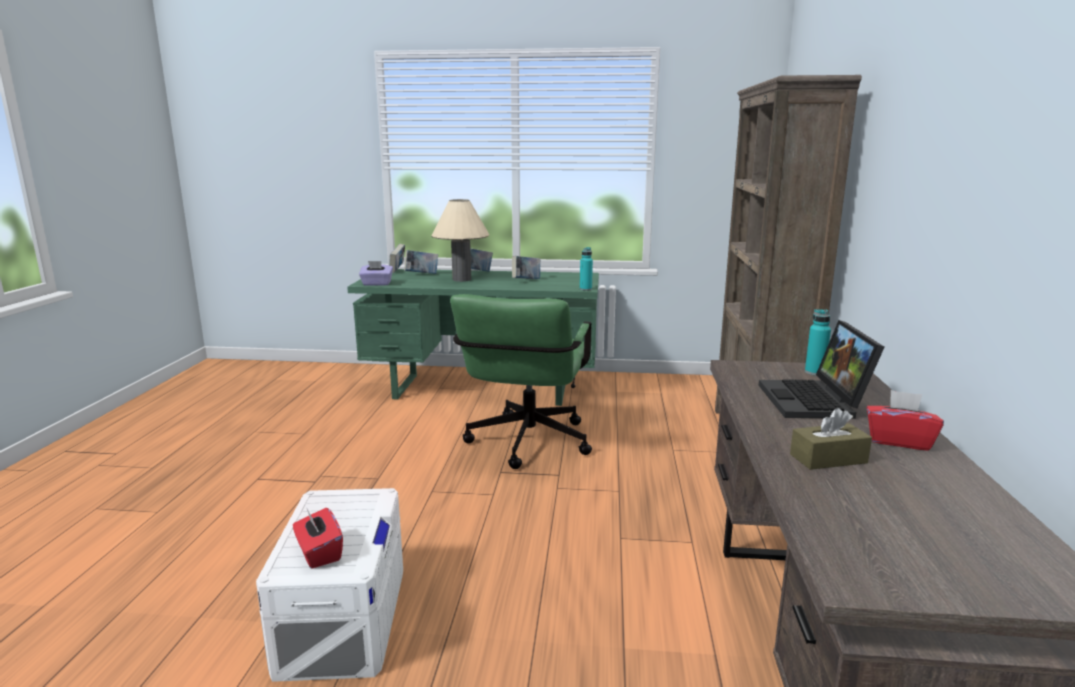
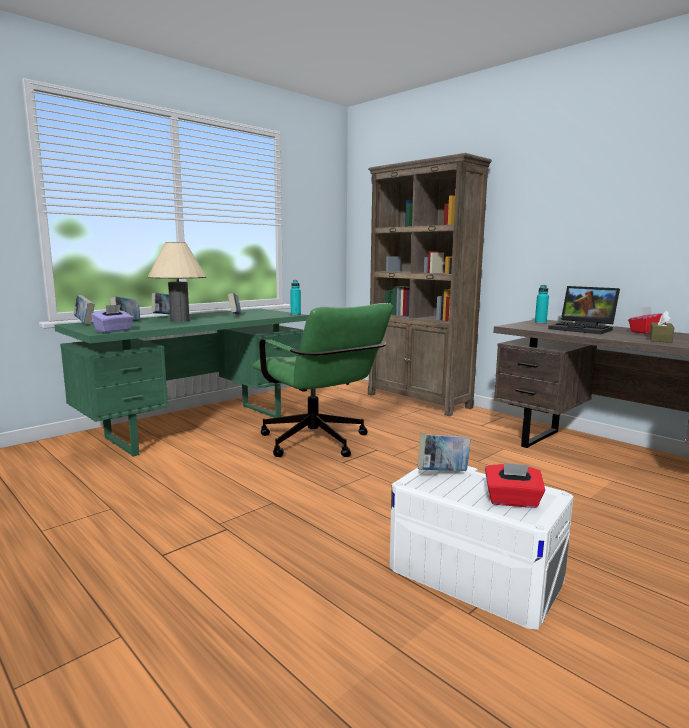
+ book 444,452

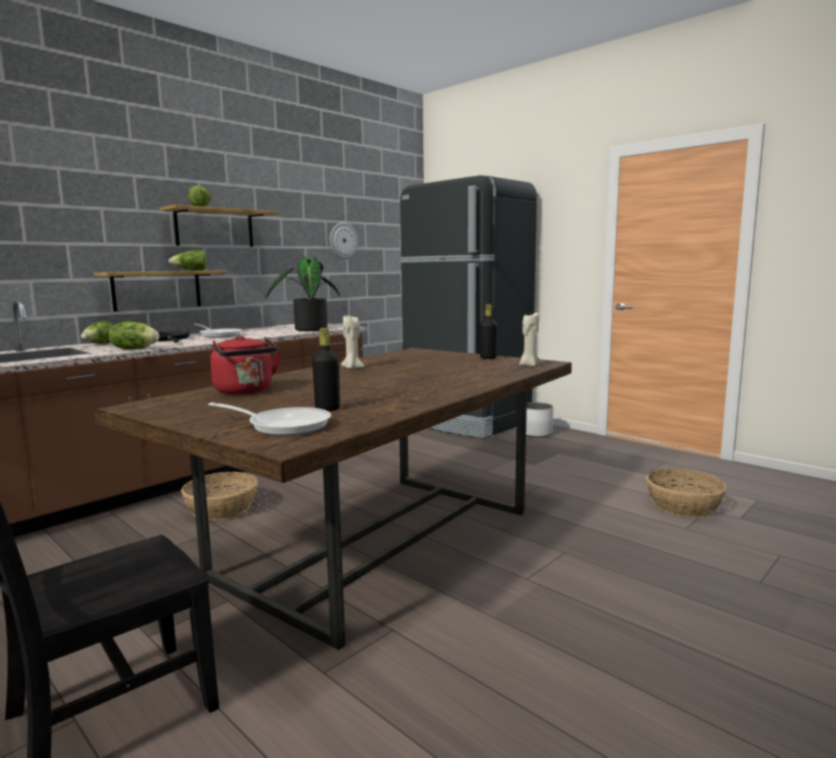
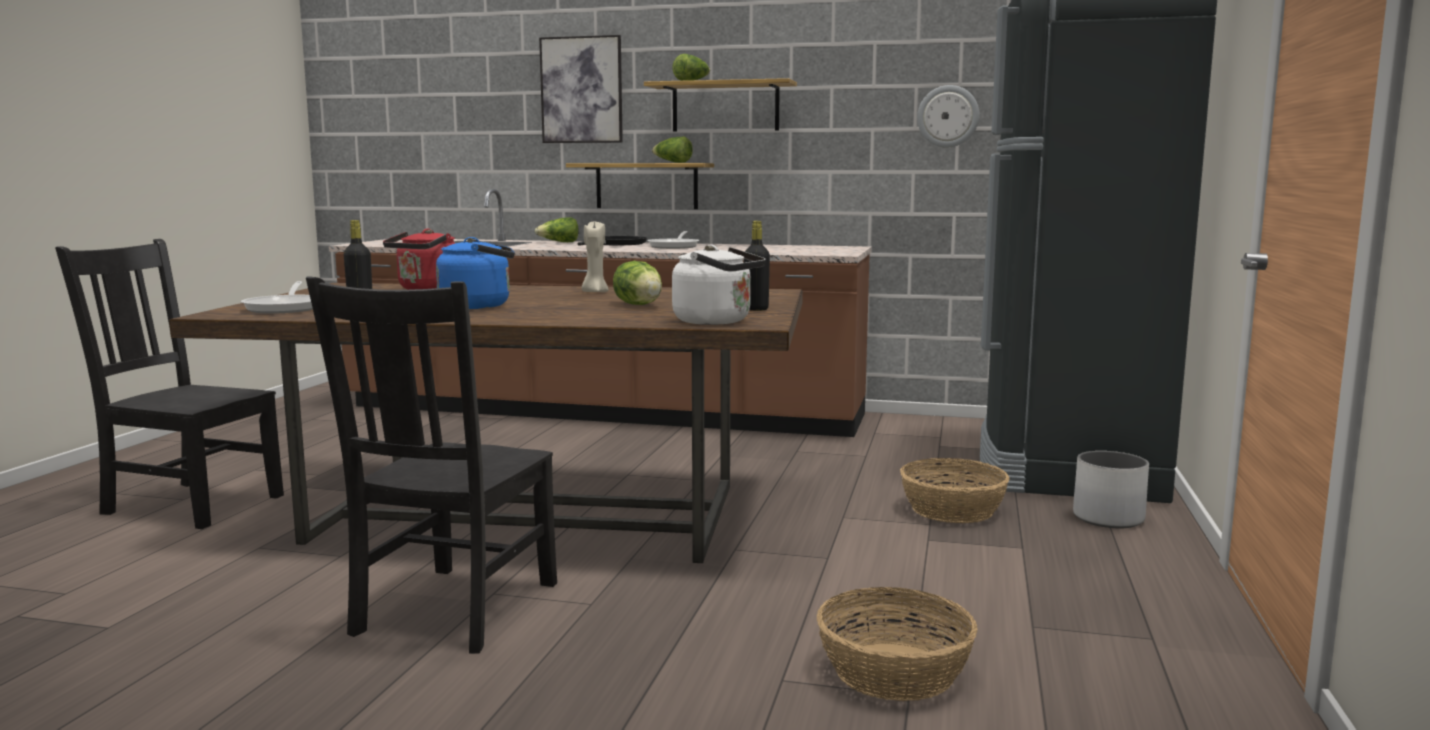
- potted plant 302,294
+ black chair 431,465
+ blue kettle 475,273
+ picture 581,89
~ lettuce 134,335 to 637,283
~ basket 219,496 to 955,490
~ beige candle 530,340 to white kettle 719,285

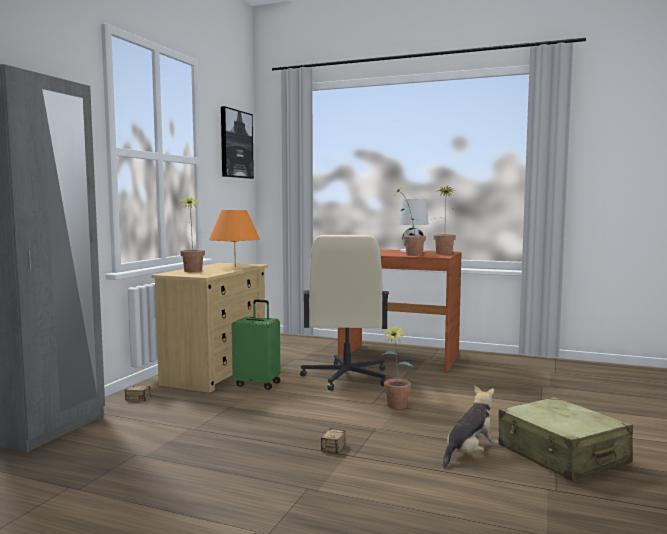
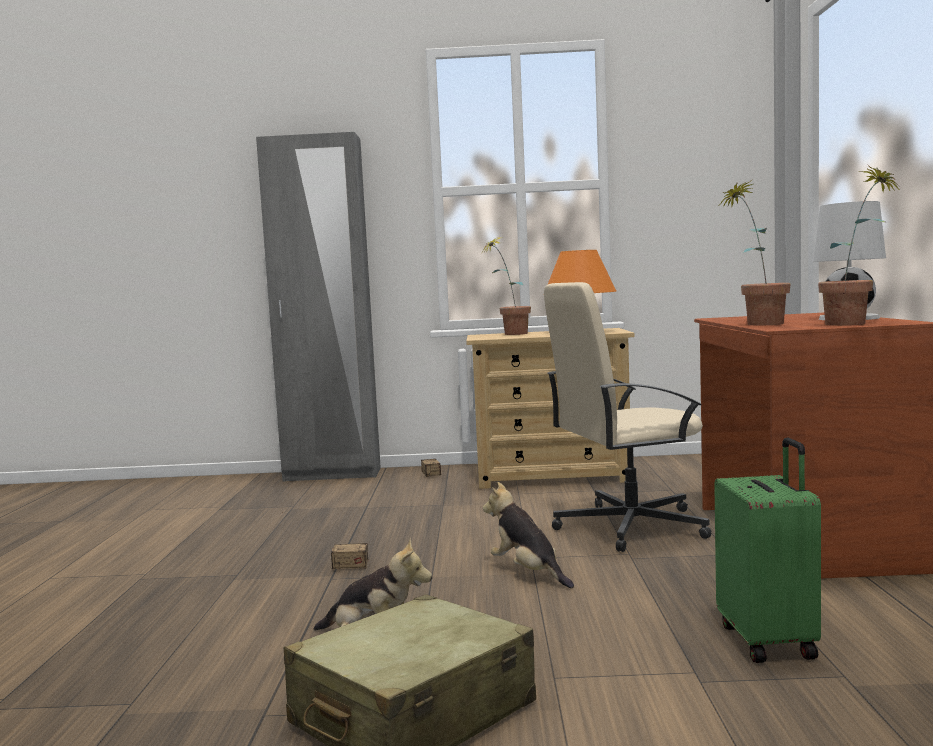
- picture 237,142
~ green suitcase 256,344 to 767,550
~ potted plant 398,366 to plush toy 528,535

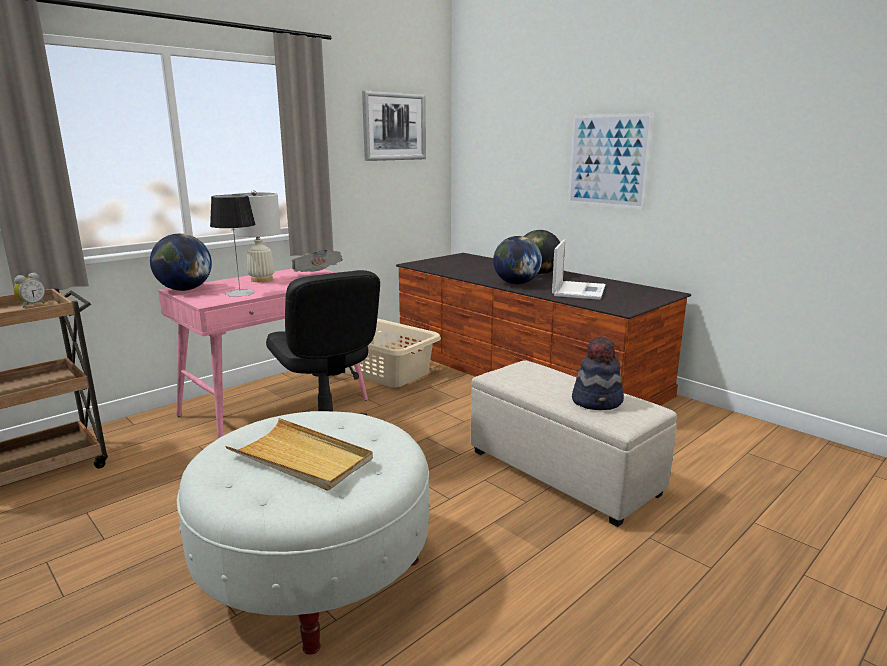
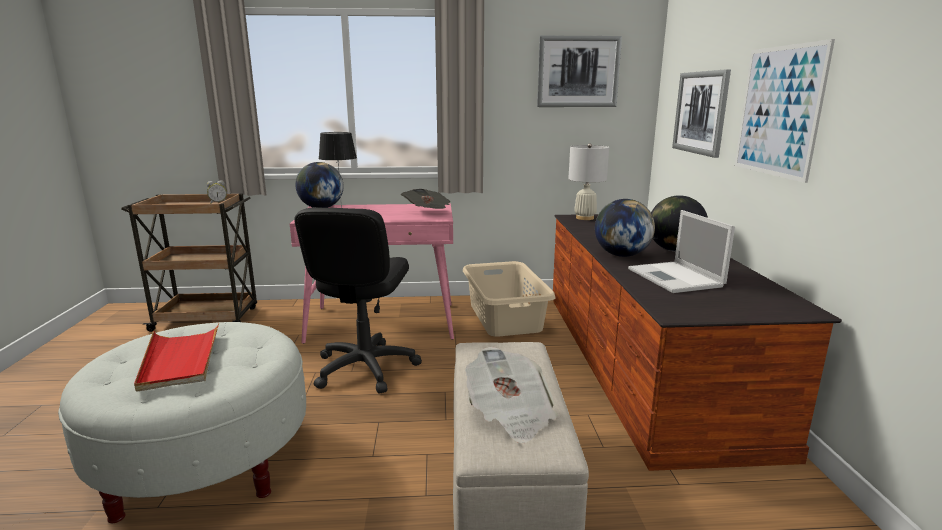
+ picture 701,113
~ white table lamp 256,236 to 588,181
~ hat 598,373 to newspaper 511,395
~ beige tray 299,454 to red tray 176,357
~ laptop 579,269 = 681,251 105 degrees clockwise

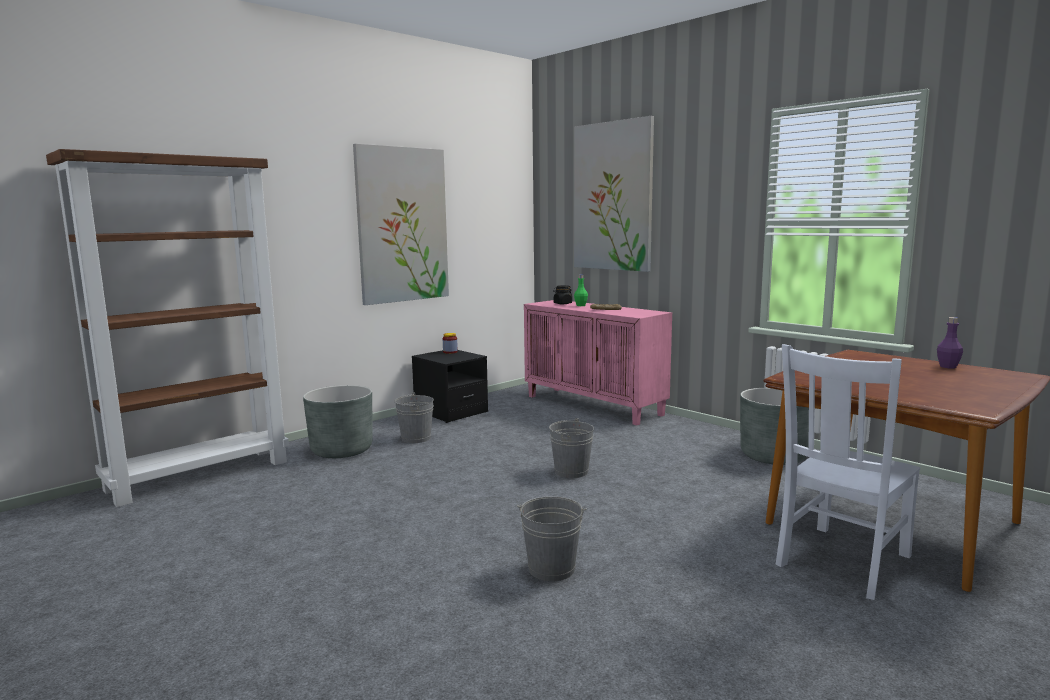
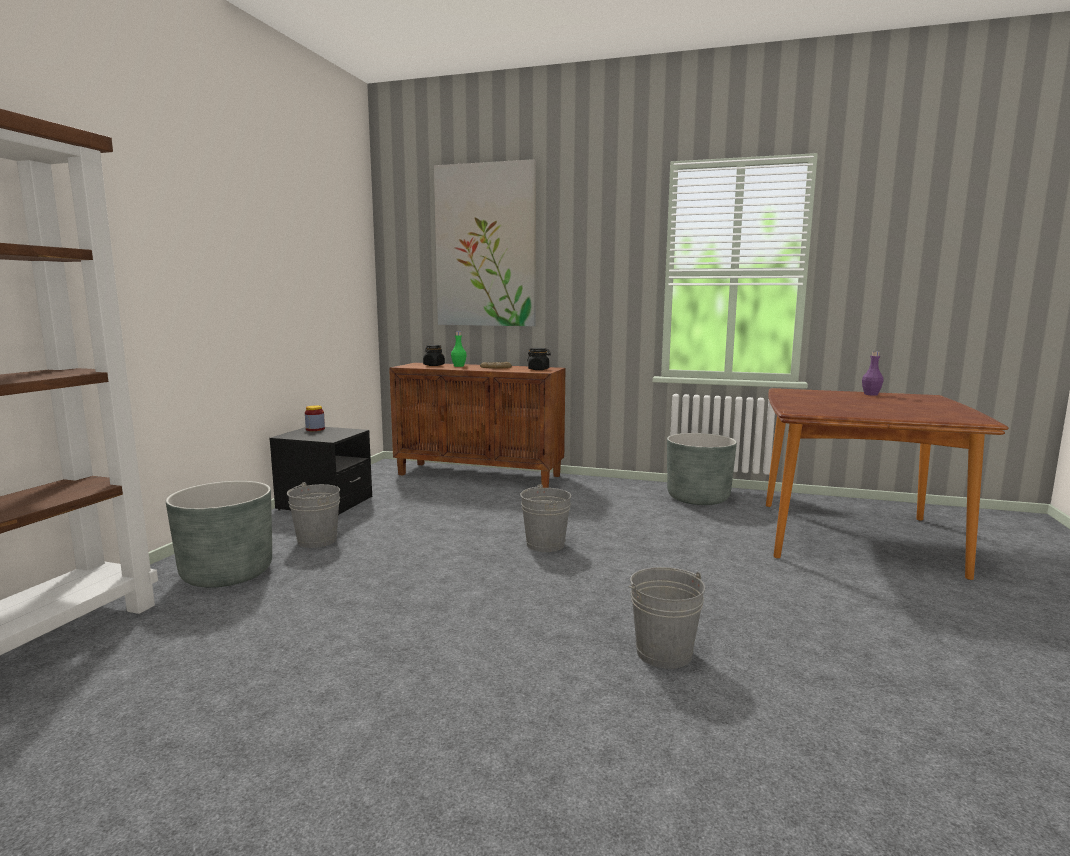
- picture 401,224
- white chair 848,472
+ black jar 539,359
~ pink cabinet 598,362 to brown cabinet 477,425

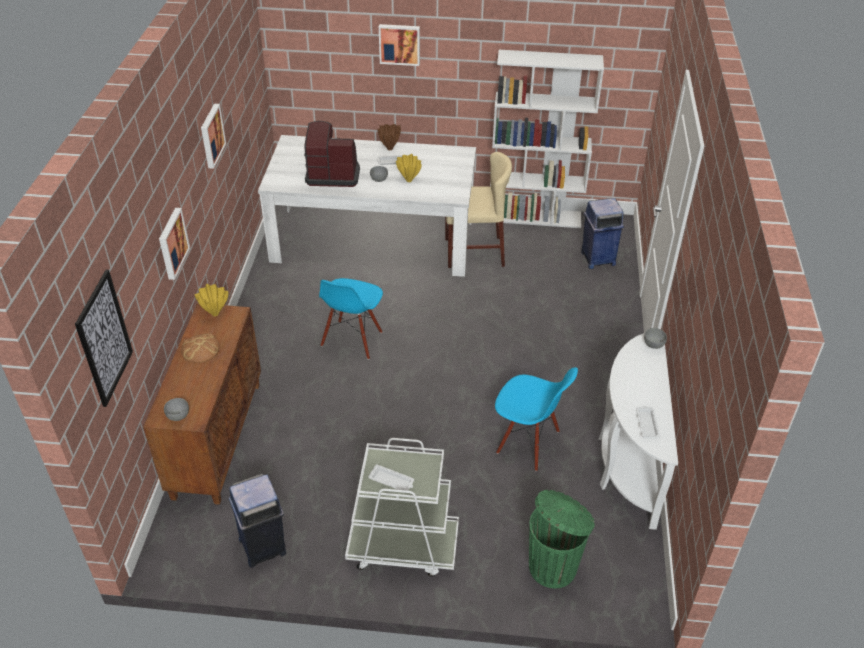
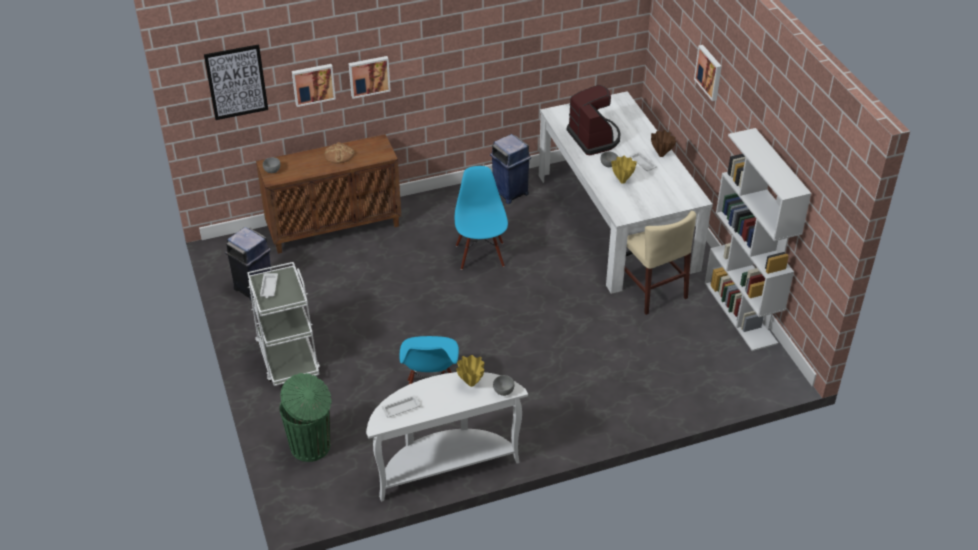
~ yellow vase 211,300 to 470,371
~ picture 213,136 to 314,85
~ blue trash can 602,233 to 510,169
~ blue chair 351,319 = 481,218 90 degrees clockwise

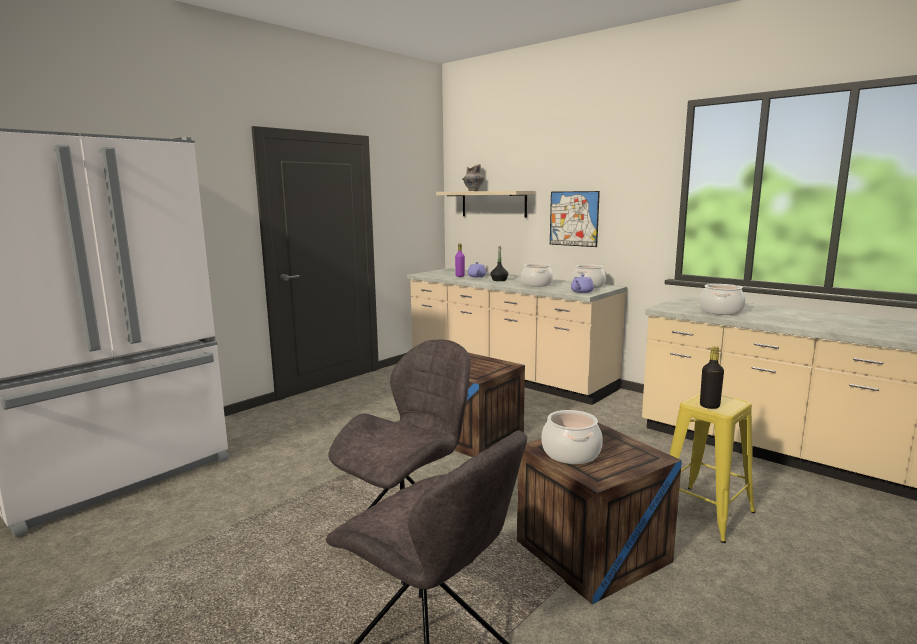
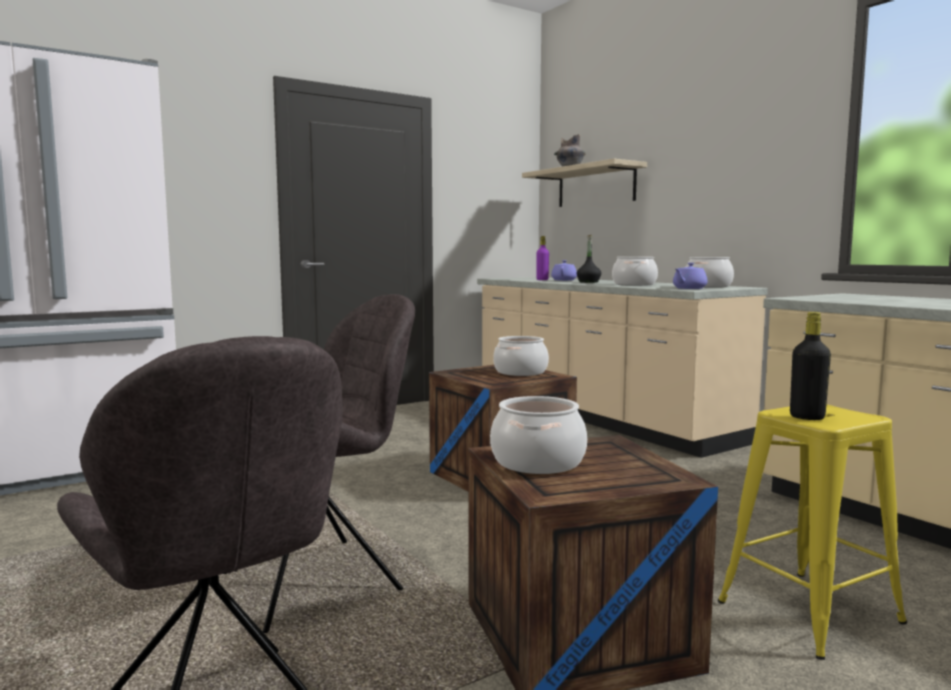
- picture 575,219
~ cooking pot 722,299 to 521,356

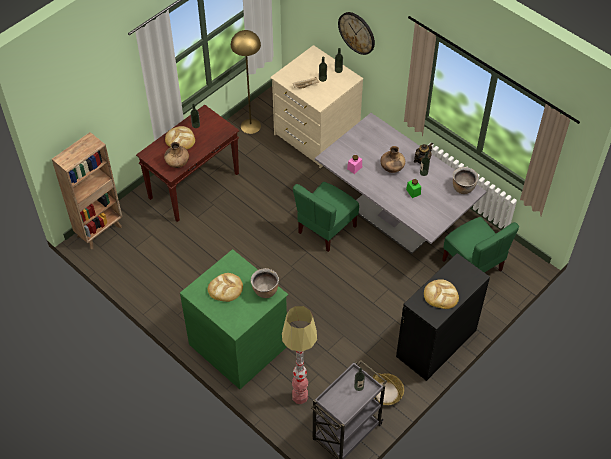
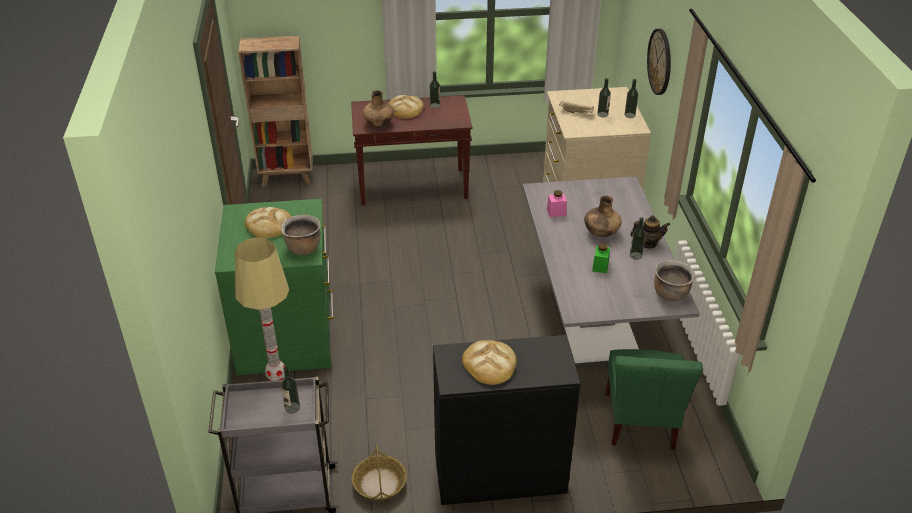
- yellow floor lamp 246,82
- green chair 326,217

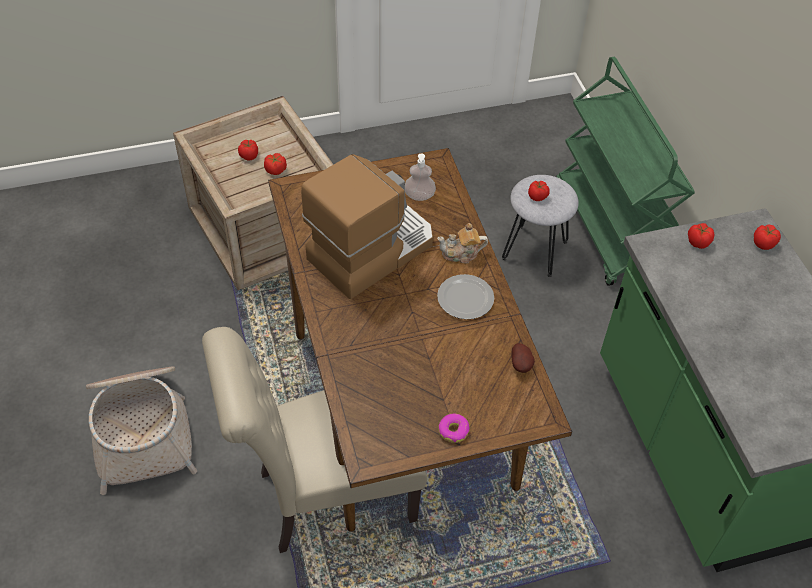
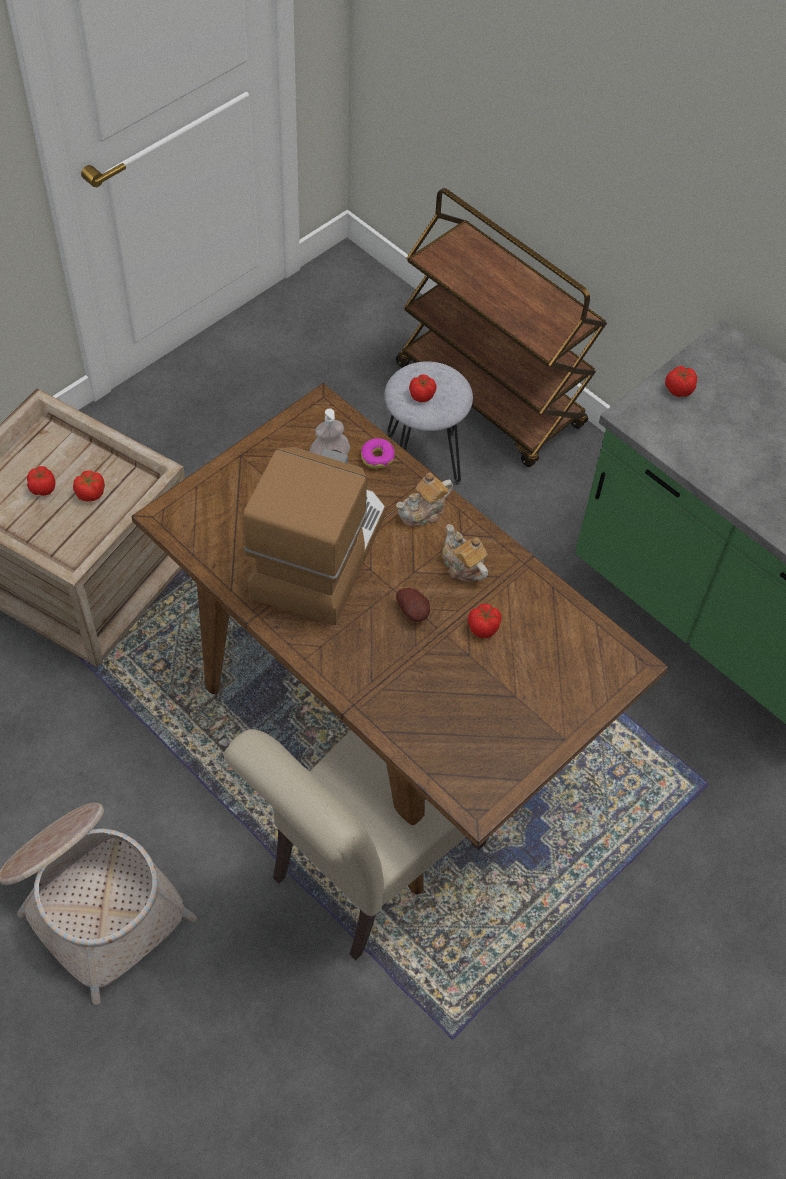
~ donut 454,428 to 378,453
~ potato 523,358 to 413,605
~ tomato 767,237 to 485,621
~ plate 465,296 to teapot 465,553
~ green cart 625,171 to brown cart 501,327

